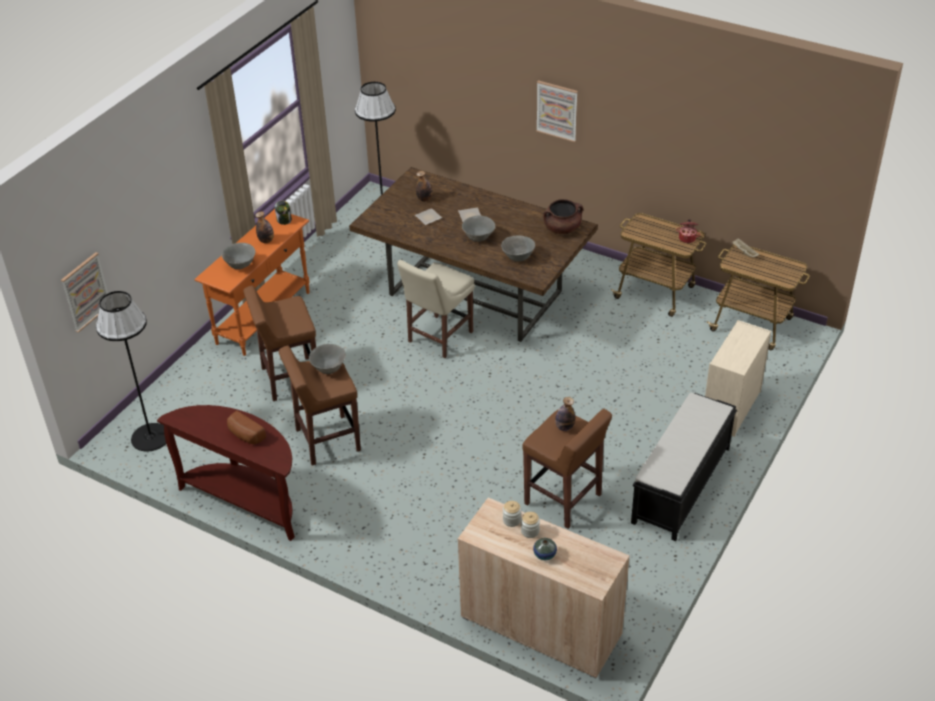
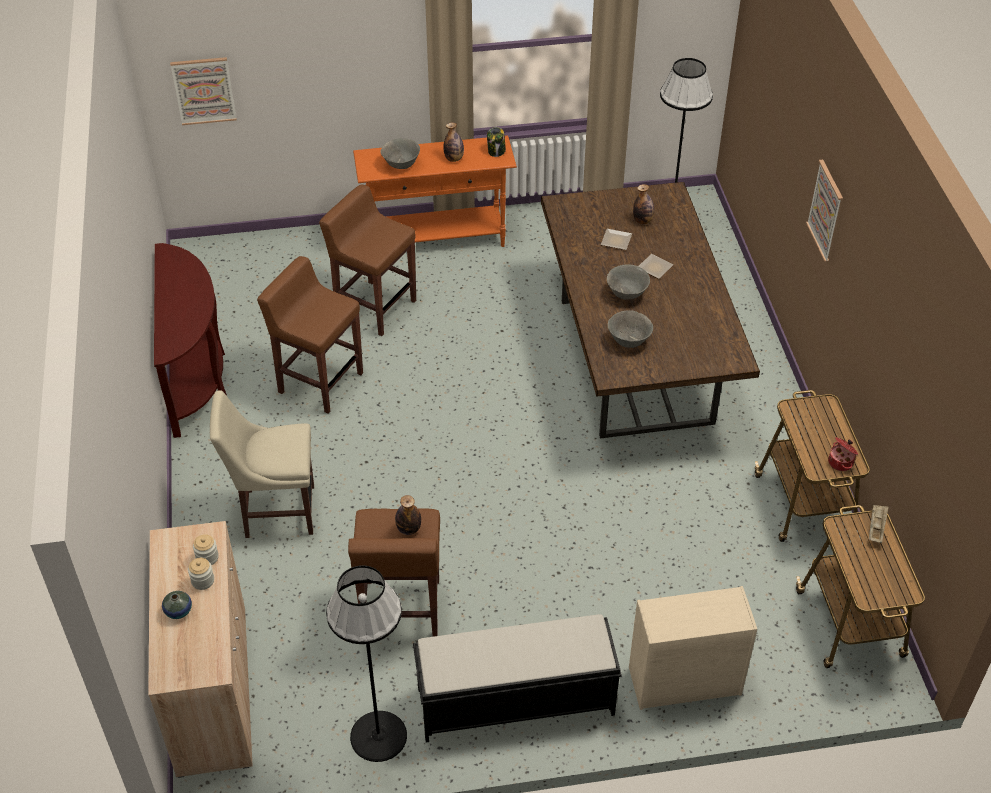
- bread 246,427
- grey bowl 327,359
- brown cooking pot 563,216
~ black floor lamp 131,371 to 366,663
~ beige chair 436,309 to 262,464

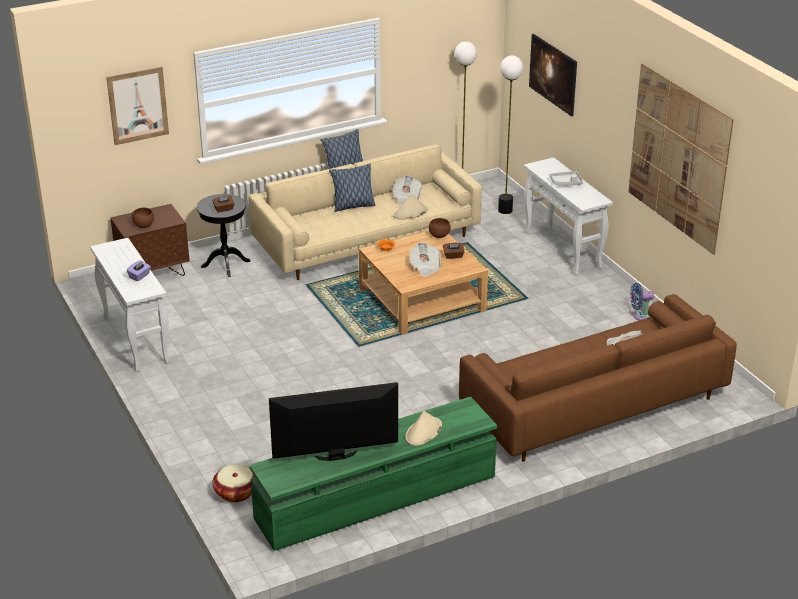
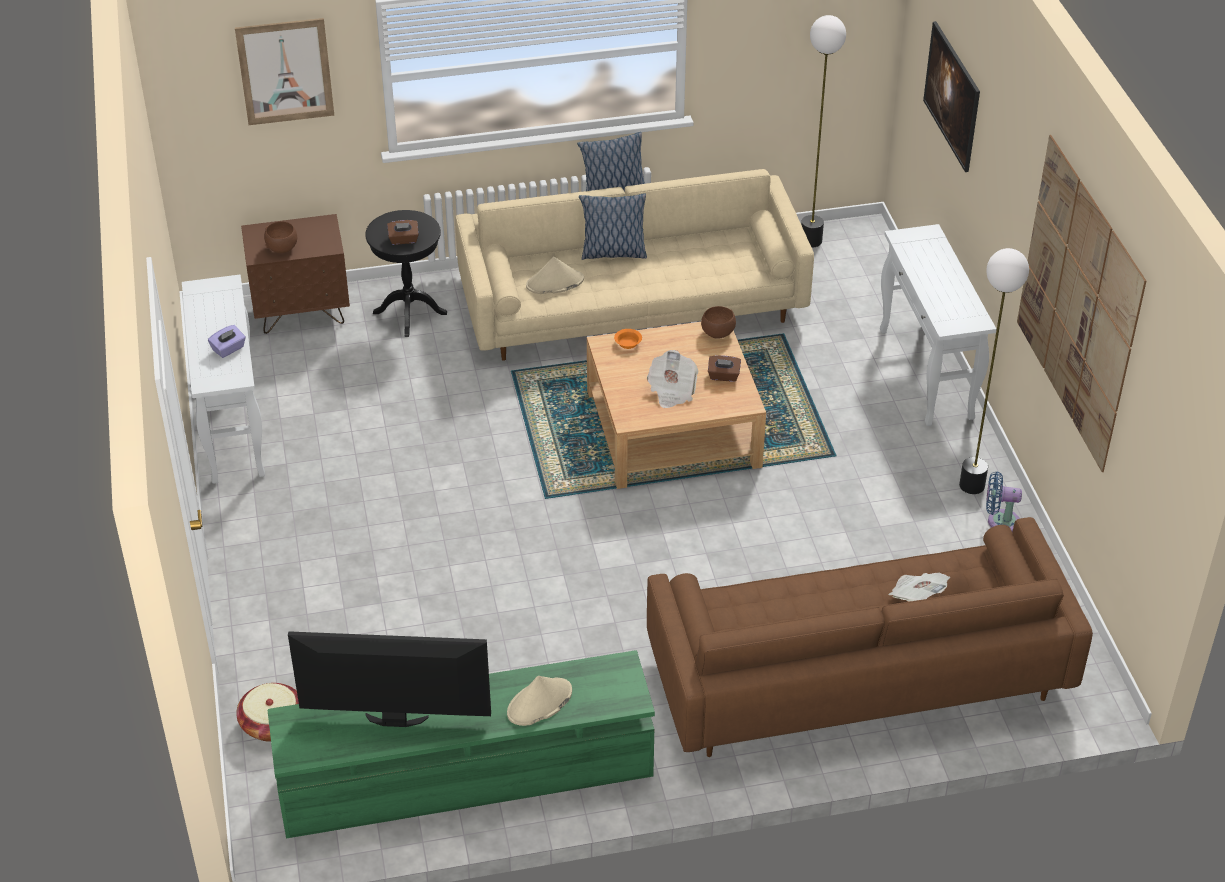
- newspaper 407,190
- grey tray 566,178
~ beige hat 411,207 to 555,275
~ floor lamp 510,134 to 994,371

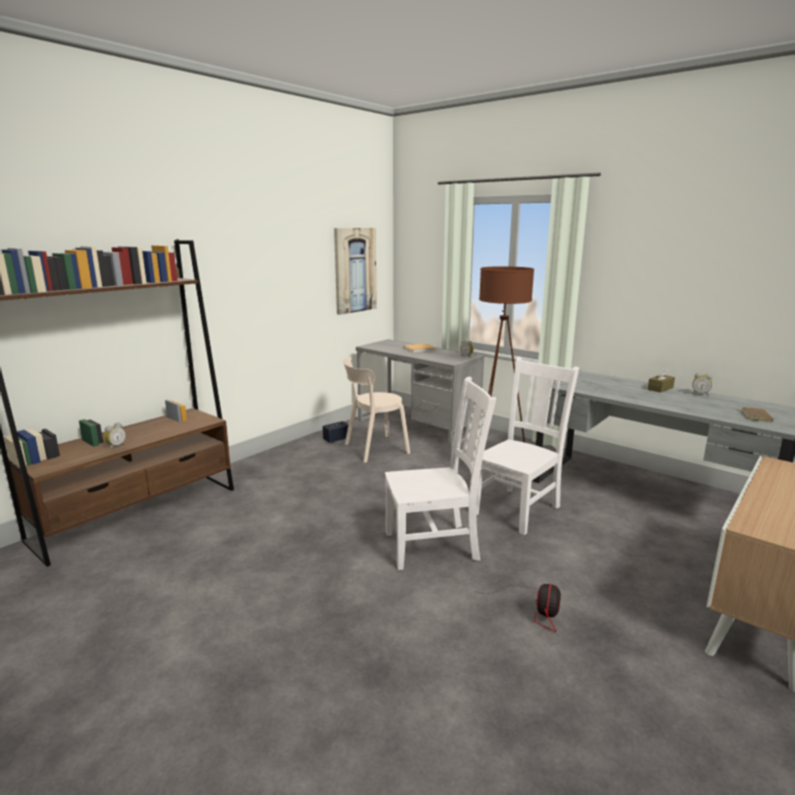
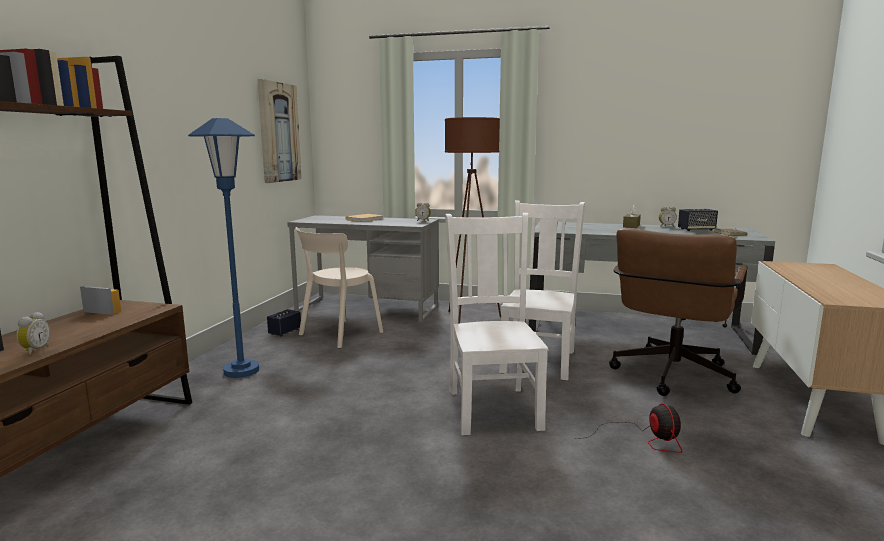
+ blue floor lamp 223,248
+ brown office chair 678,312
+ speaker 698,220
~ white chair 440,473 = 497,324 60 degrees counterclockwise

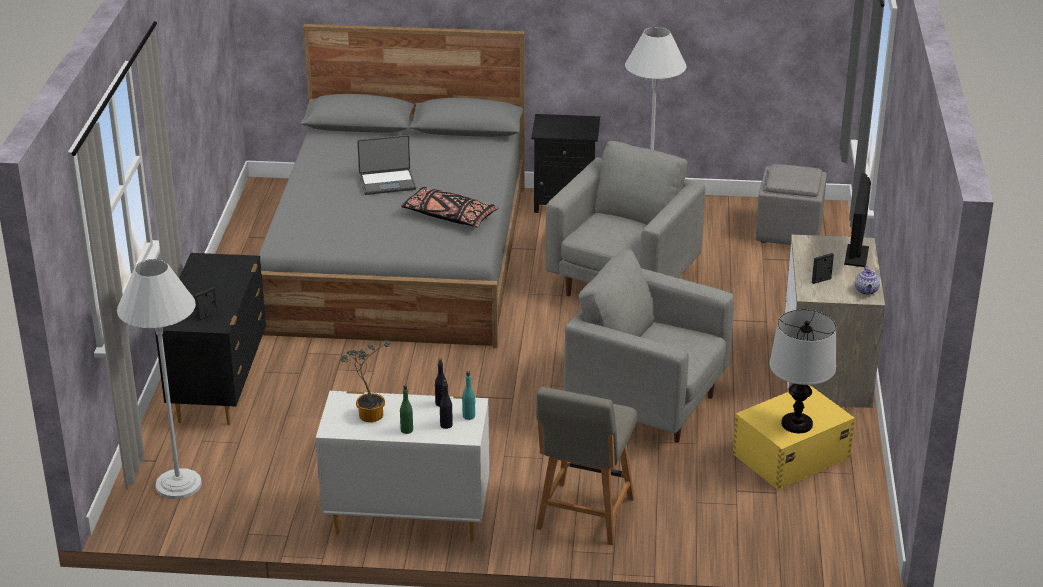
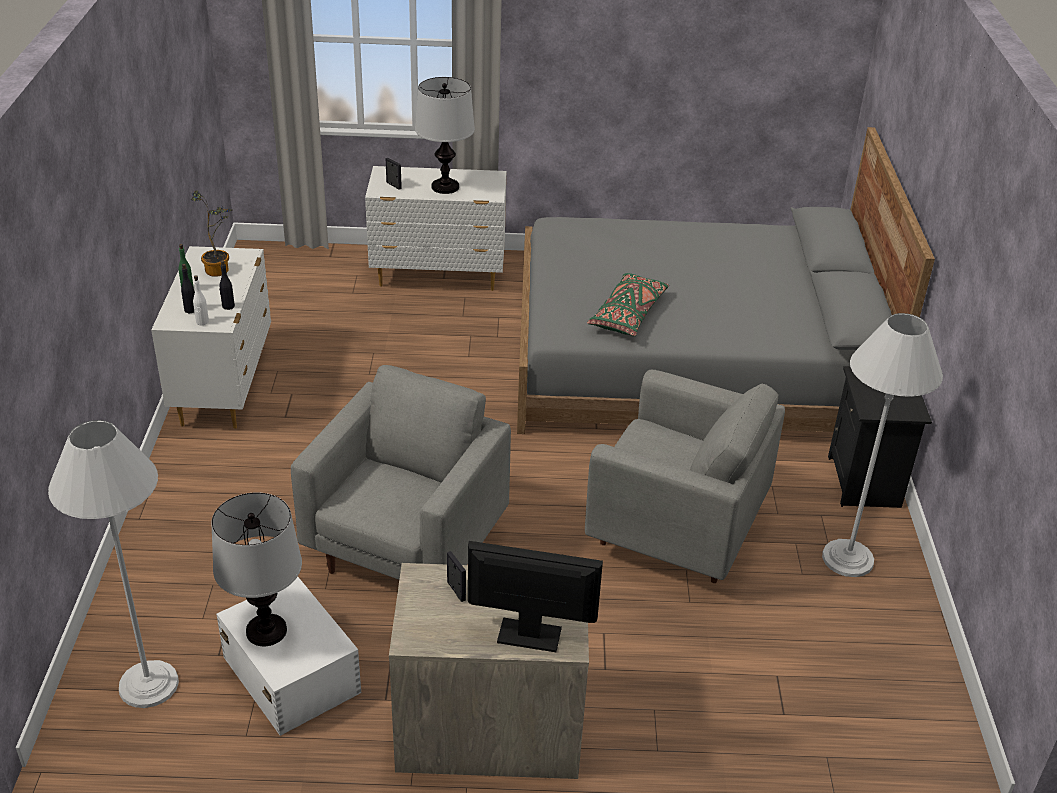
- laptop 386,165
- grey chair 586,466
- grey ottoman 791,204
- teapot 867,280
+ table lamp 445,135
~ white floor lamp 159,379 to 113,564
~ black dresser 210,339 to white dresser 435,228
~ black pillow 450,207 to green pillow 628,304
~ turquoise bottle 468,395 to white bottle 201,300
~ yellow storage box 794,437 to white storage box 288,656

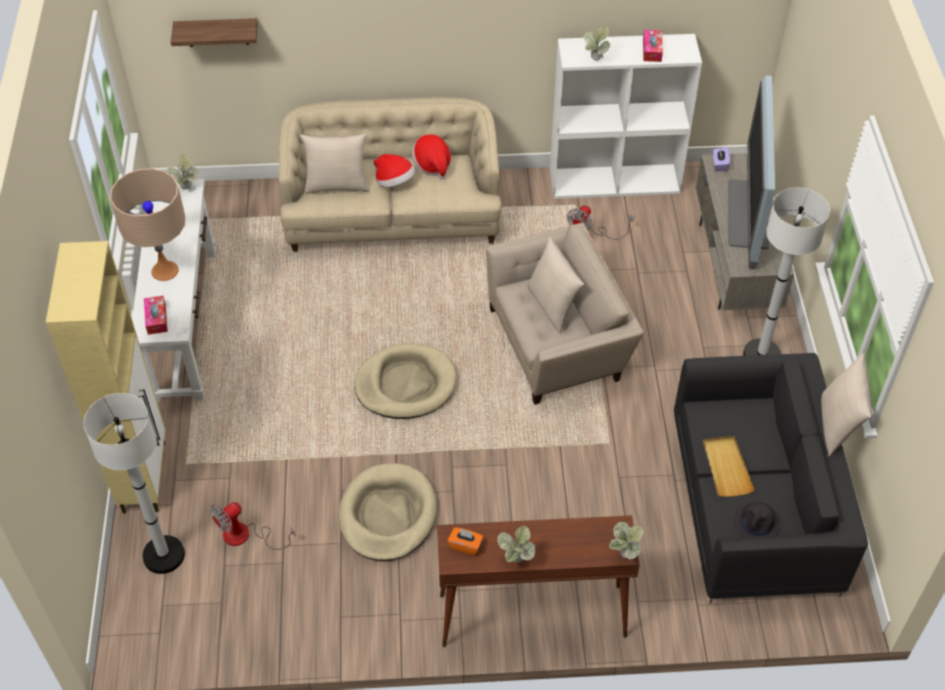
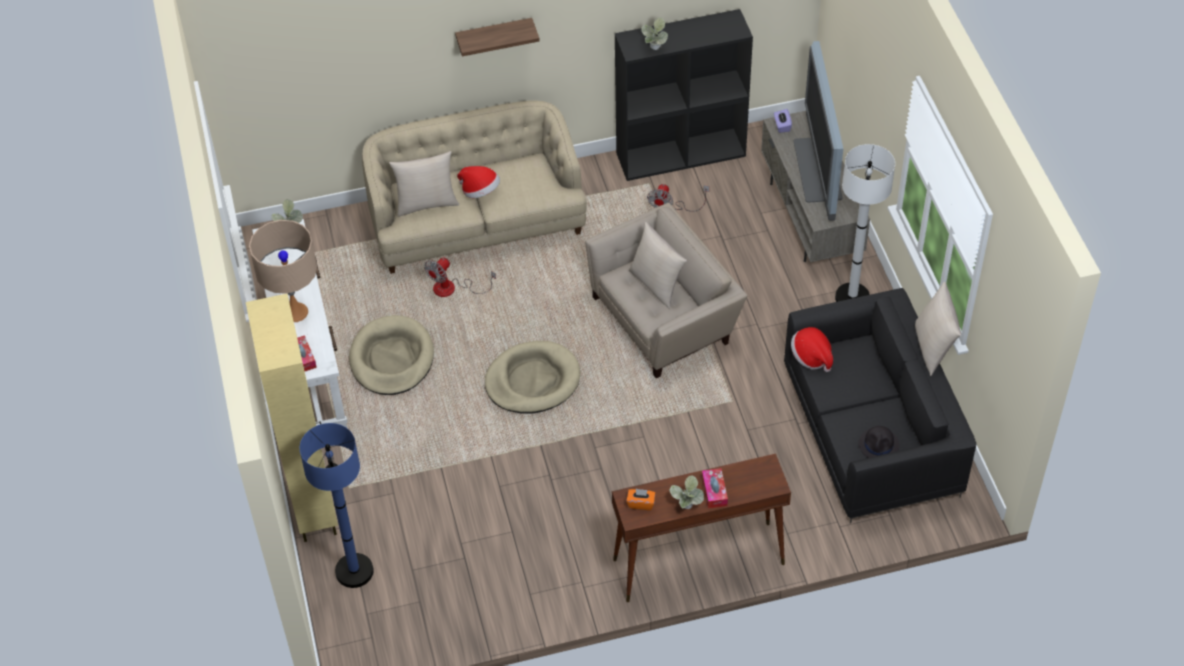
- potted plant 626,540
- beige tray 729,466
~ shelf 214,32 to 497,37
~ fan 252,526 to 460,277
~ beige dog bed 388,512 to 391,355
~ hat 431,157 to 812,349
~ tissue box 653,46 to 715,488
~ white floor lamp 134,483 to blue floor lamp 337,505
~ white bookcase 626,116 to black bookcase 684,95

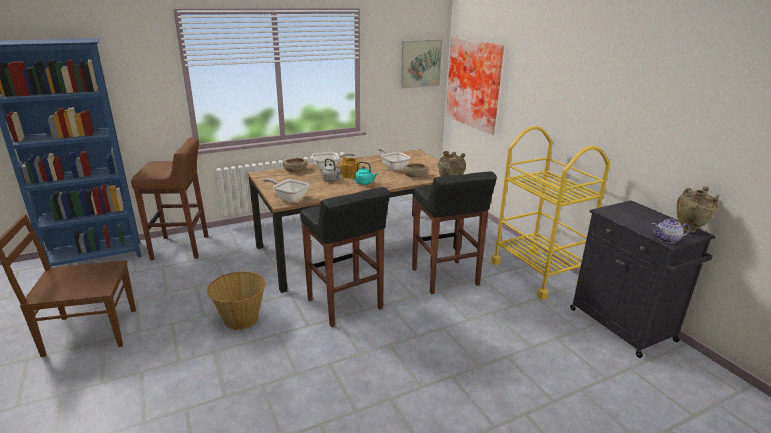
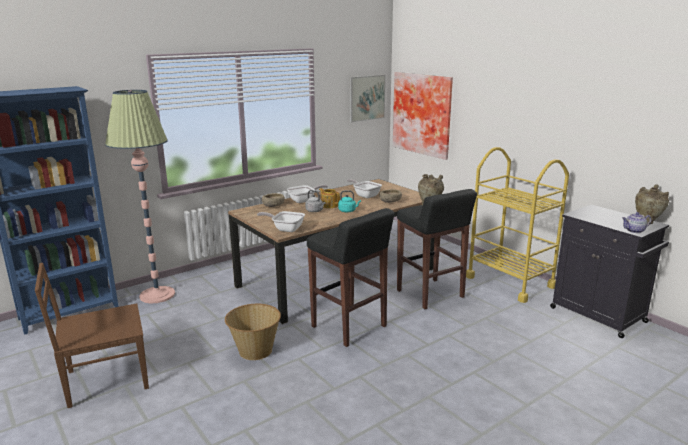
~ brown stool 169,198 to floor lamp 140,196

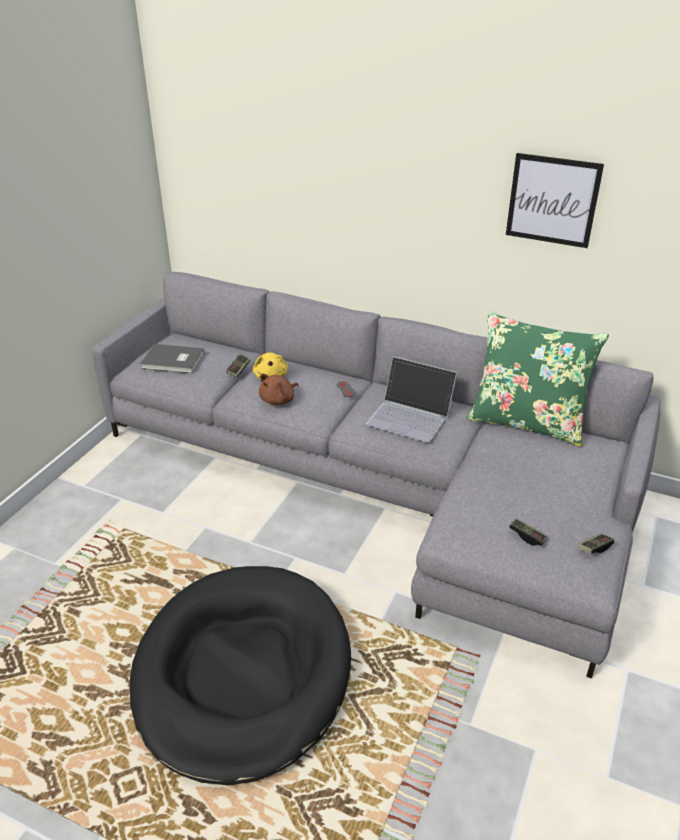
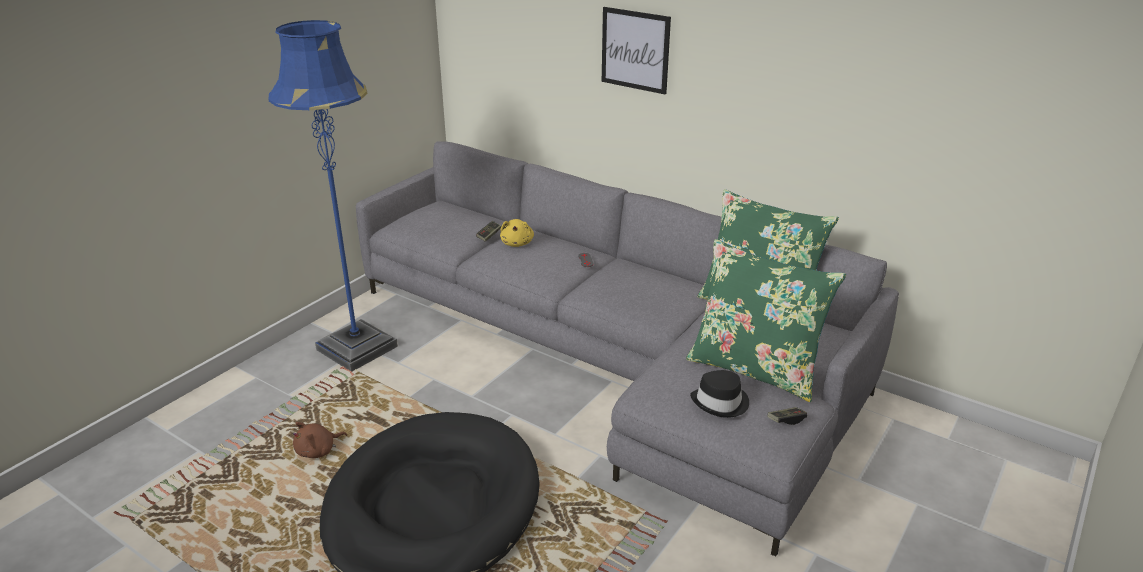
- grey book 172,358
- laptop 411,399
+ blue floor lamp 333,196
+ green pillow 766,320
~ brown plush toy 279,389 to 320,440
~ picture 555,200 to 636,50
~ game controller 528,532 to black hat 719,394

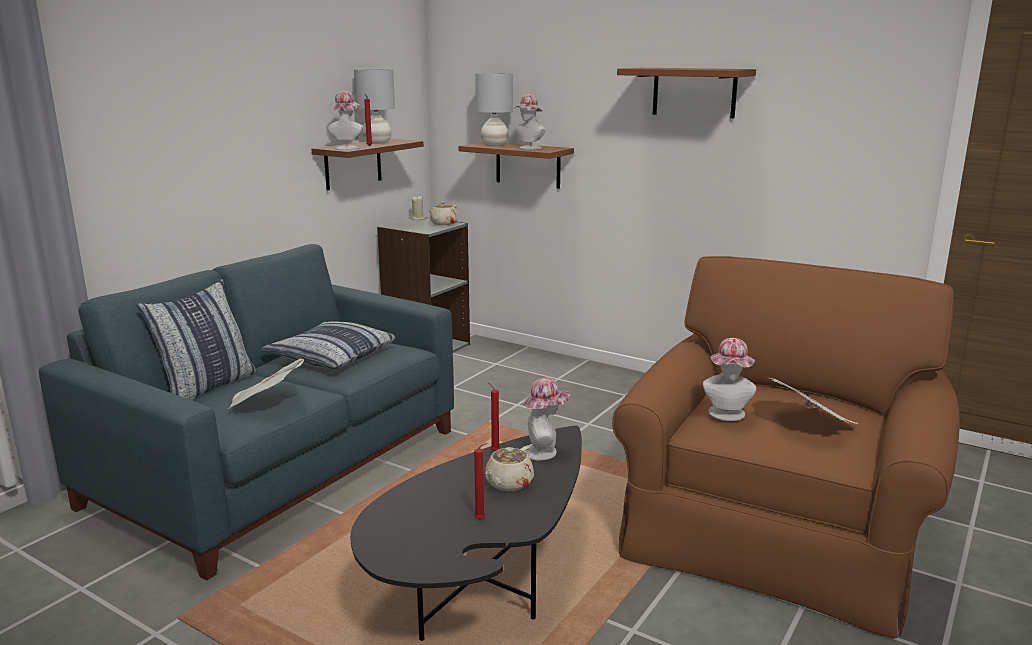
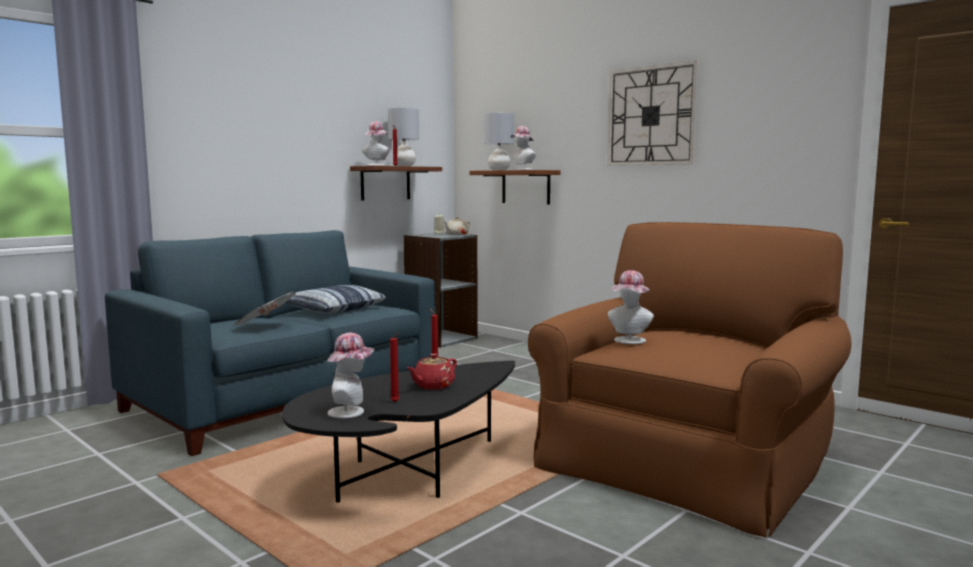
- pillow 196,339
- newspaper 814,401
~ hat 546,419 to 351,376
~ brown shelf 686,93 to wall clock 653,113
~ beige teapot 509,468 to red teapot 432,372

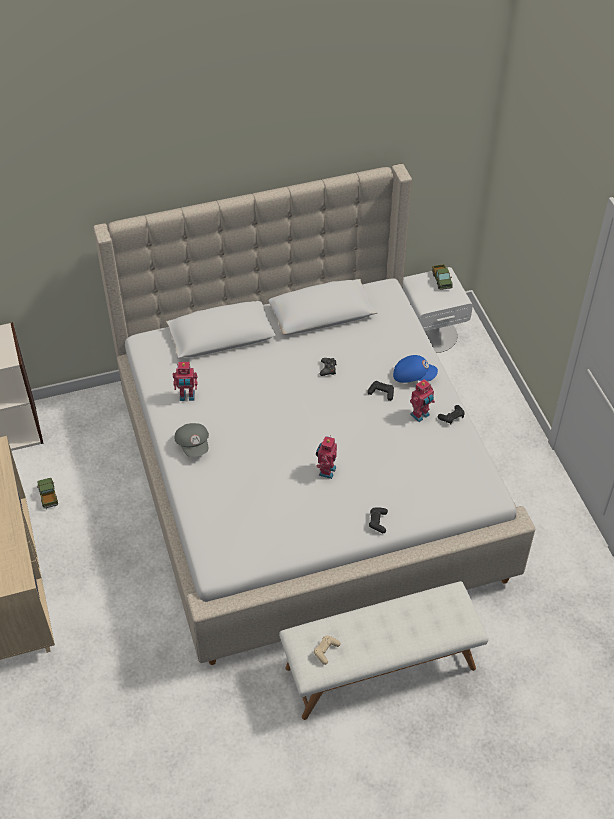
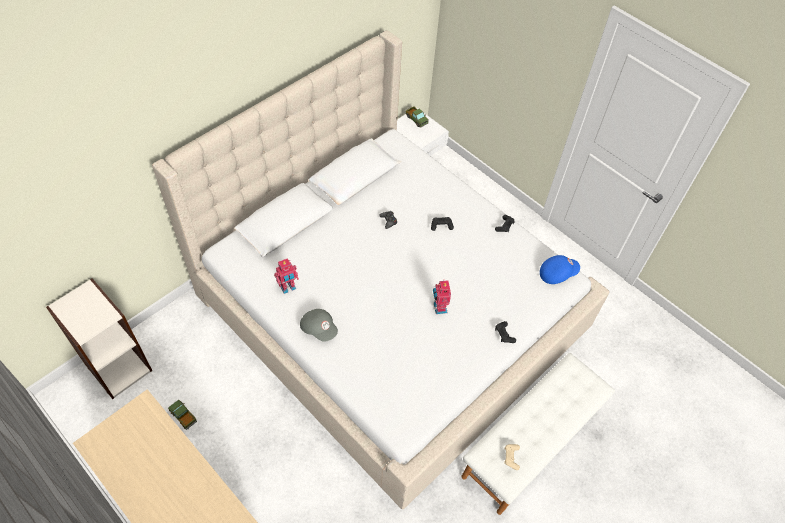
- toy robot 422,400
~ blue cap 415,369 to 560,269

